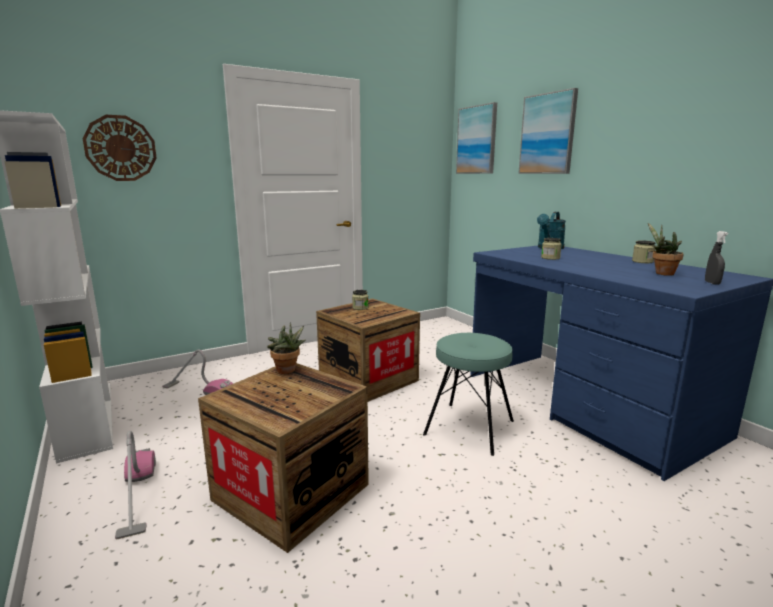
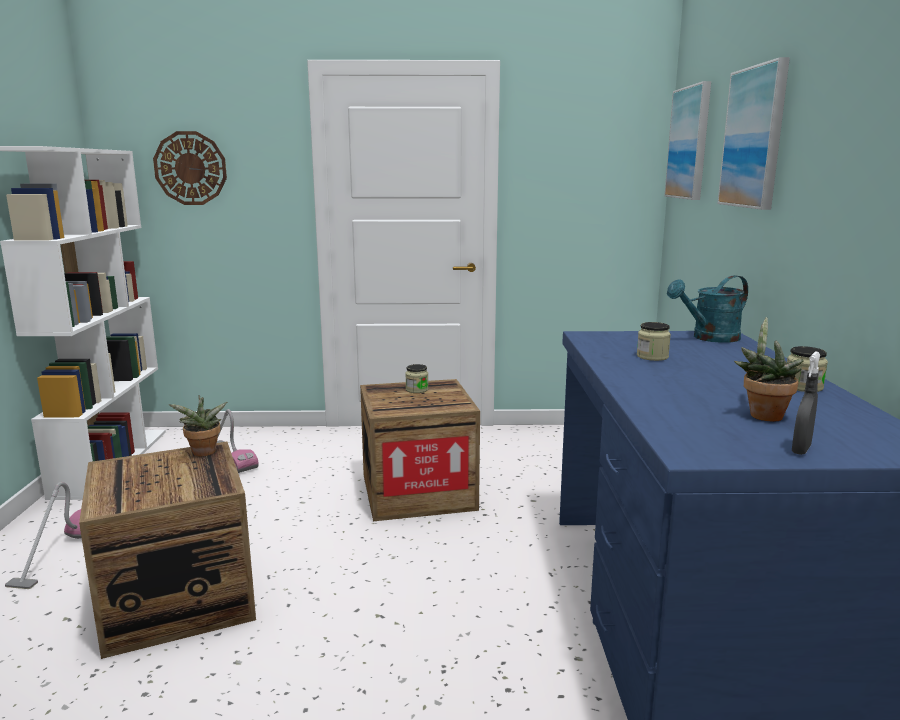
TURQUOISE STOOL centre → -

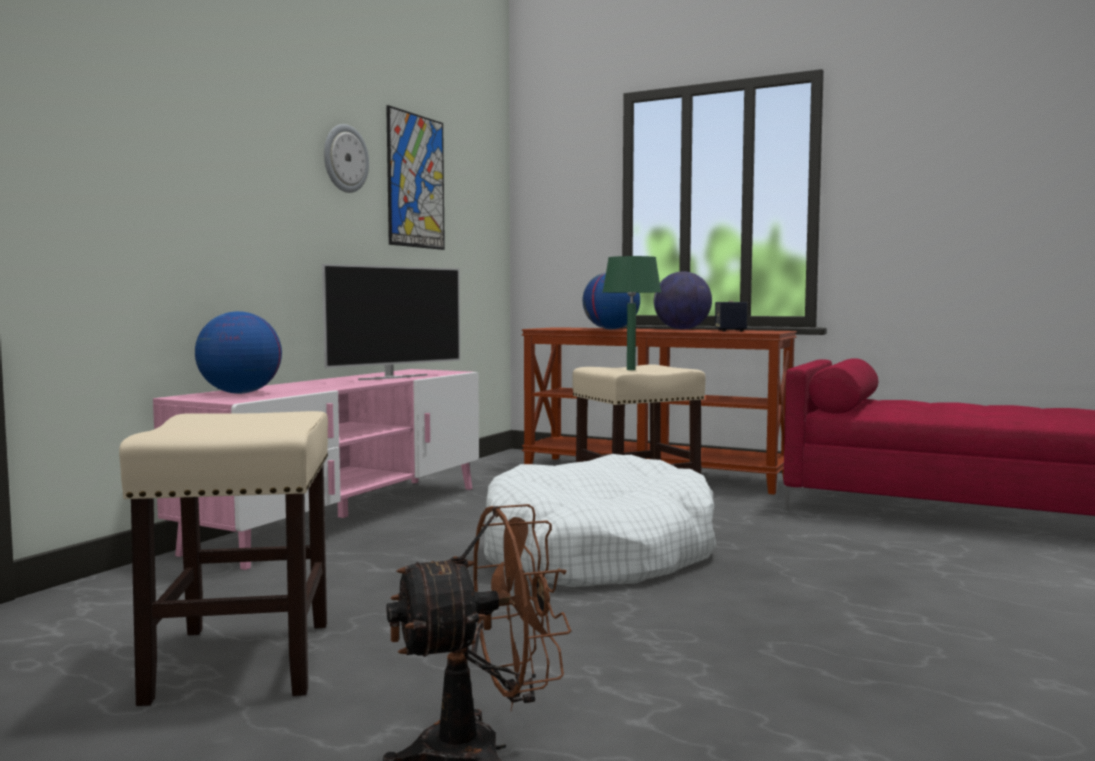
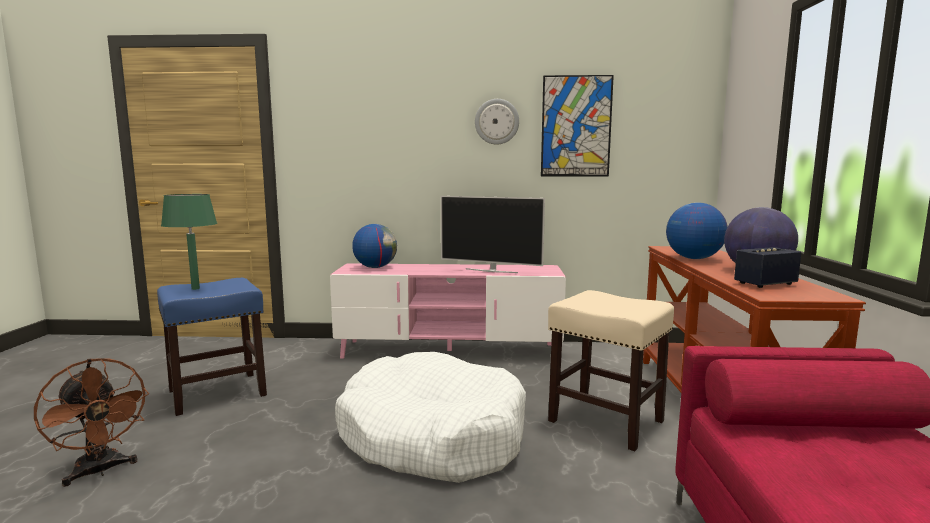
BEIGE STOOL (no. 1 from left) bottom left → BLUE STOOL middle left
GREEN TABLE LAMP centre → GREEN TABLE LAMP middle left, relocated

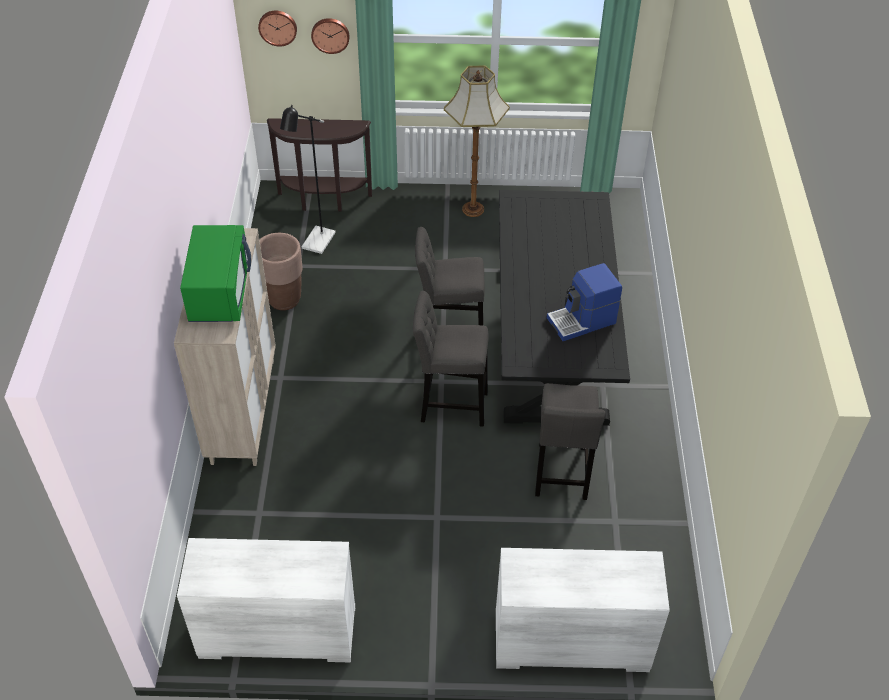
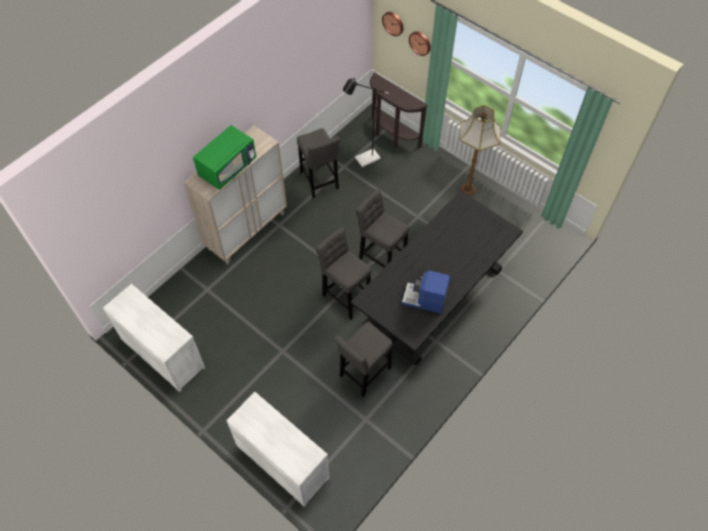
BROWN PLANTER middle left → GREY STOOL (no. 1 from left) top centre

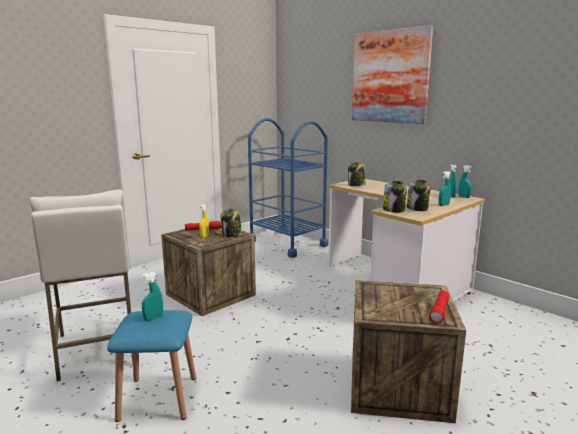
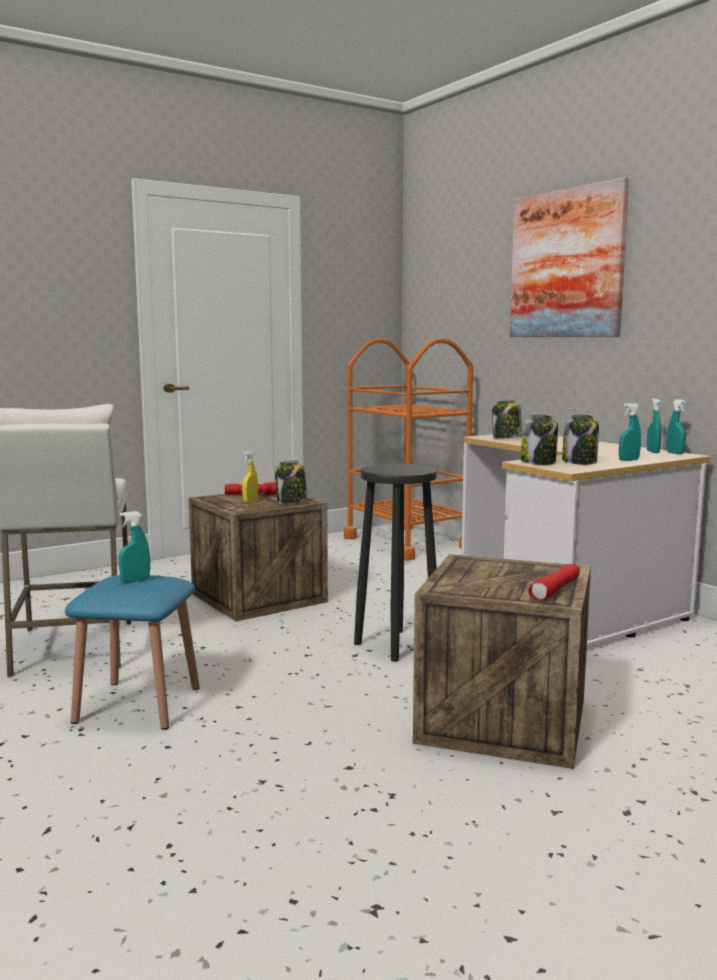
BLUE CART centre → ORANGE CART centre
- → BLACK STOOL centre

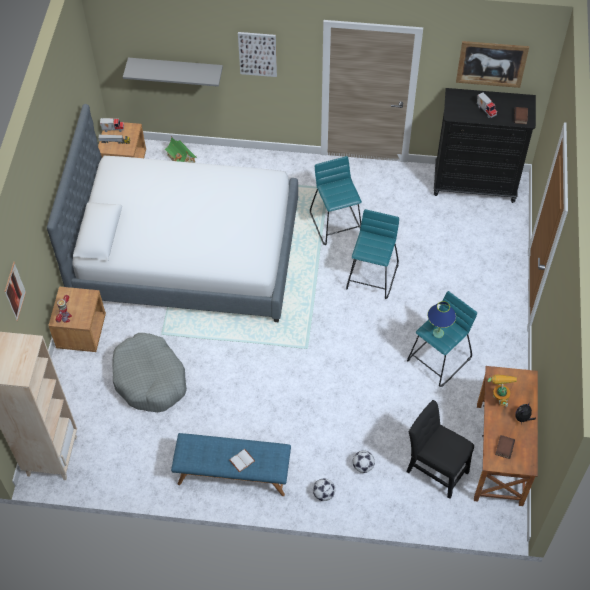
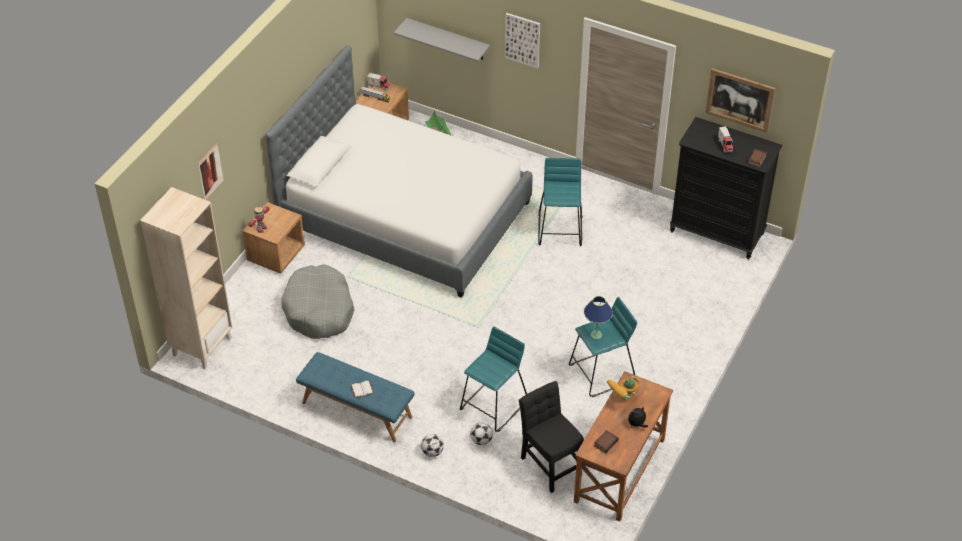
TURQUOISE STOOL (no. 2 from left in the first image) centre → TURQUOISE STOOL (no. 1 from left) bottom centre, relocated
TOY ROBOT (no. 2 from left) middle right → TOY ROBOT (no. 2 from left) bottom centre, 150 degrees counterclockwise

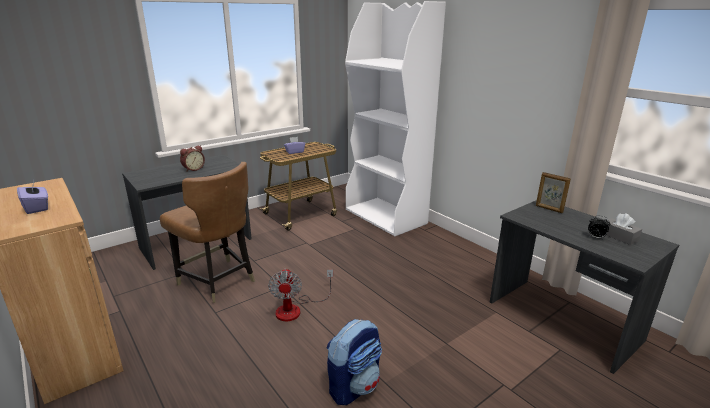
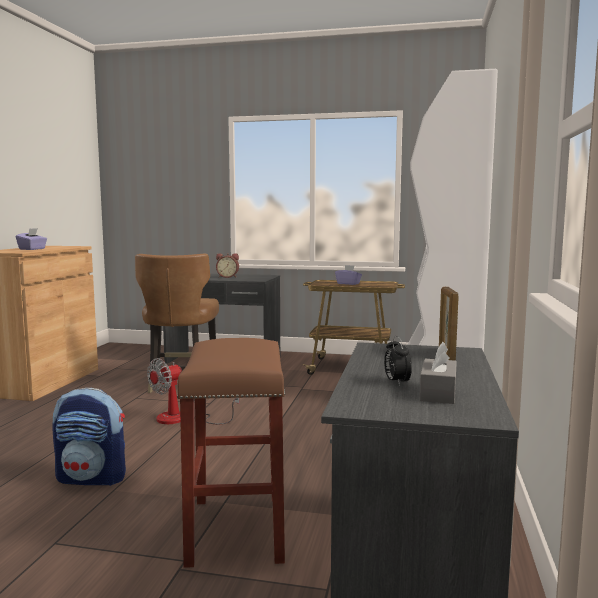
- → BROWN STOOL bottom centre

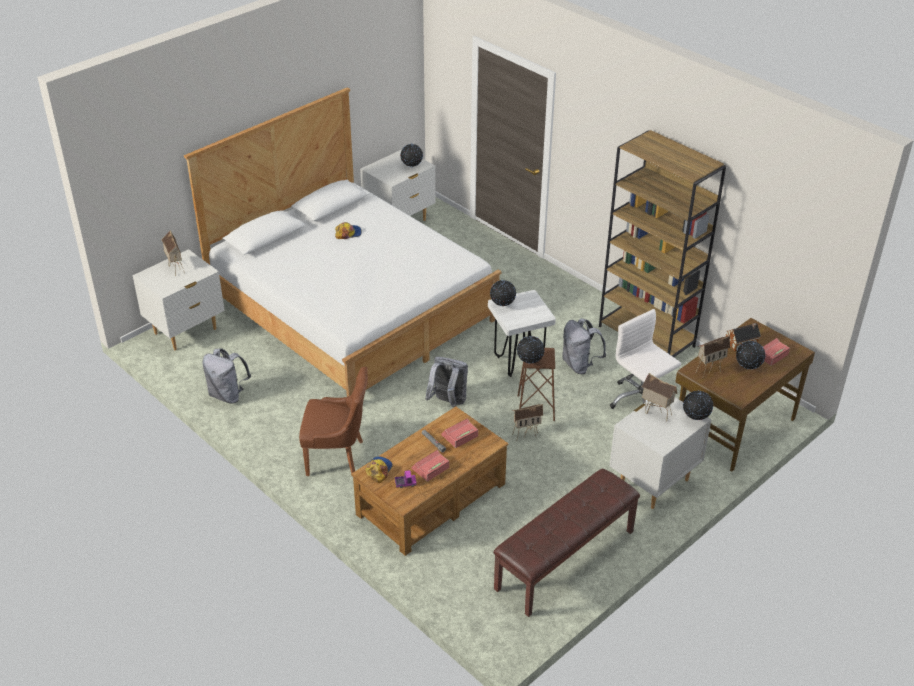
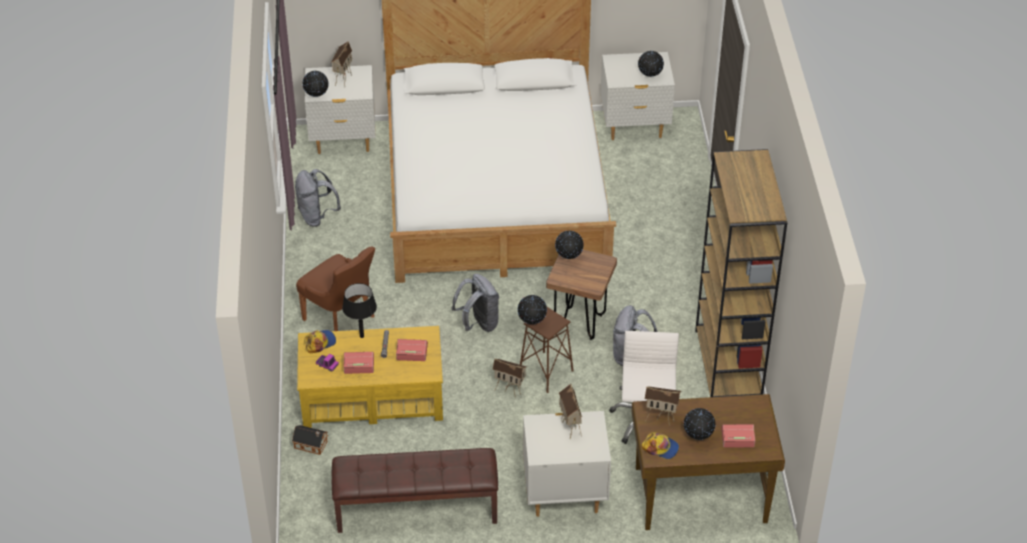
CAP (no. 1 from left in the first image) centre → CAP (no. 2 from left) bottom centre, relocated
BROWN COFFEE TABLE bottom centre → YELLOW COFFEE TABLE bottom centre
WHITE STOOL centre → BROWN STOOL (no. 2 from left) centre
GLOBE (no. 4 from left in the first image) middle right → GLOBE (no. 1 from left) top left, relocated
TOY HOUSE (no. 5 from left in the first image) middle right → TOY HOUSE (no. 1 from left) bottom left, relocated
- → BLACK TABLE LAMP centre

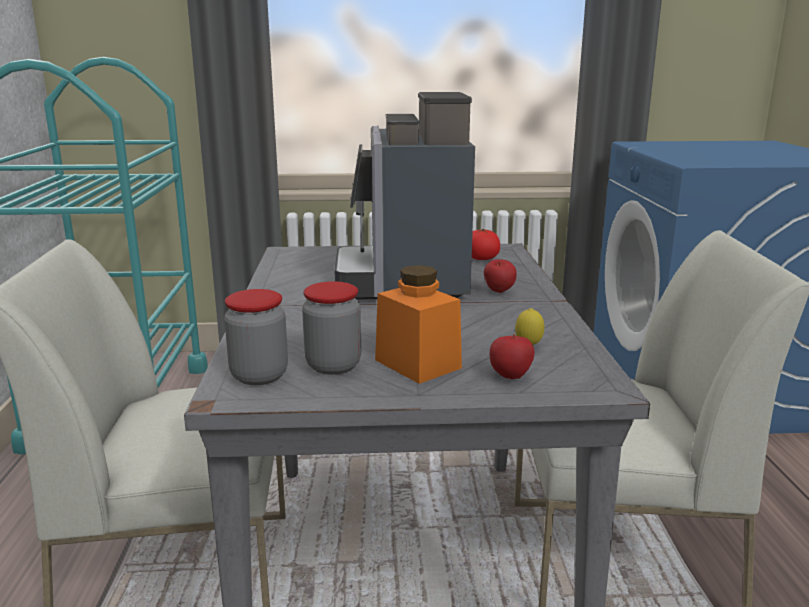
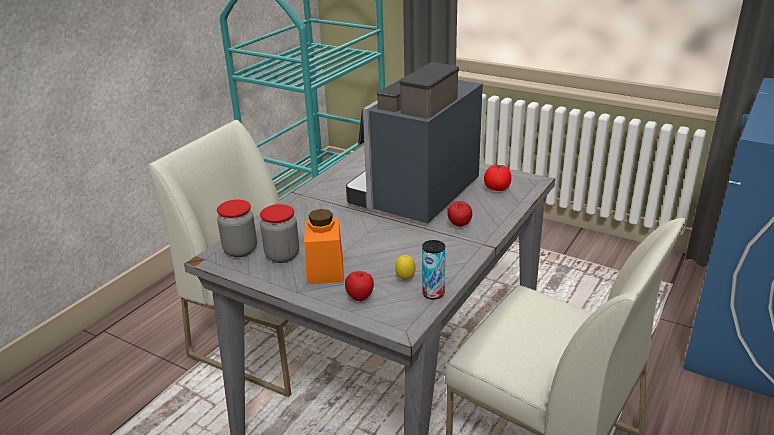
- → CAN centre

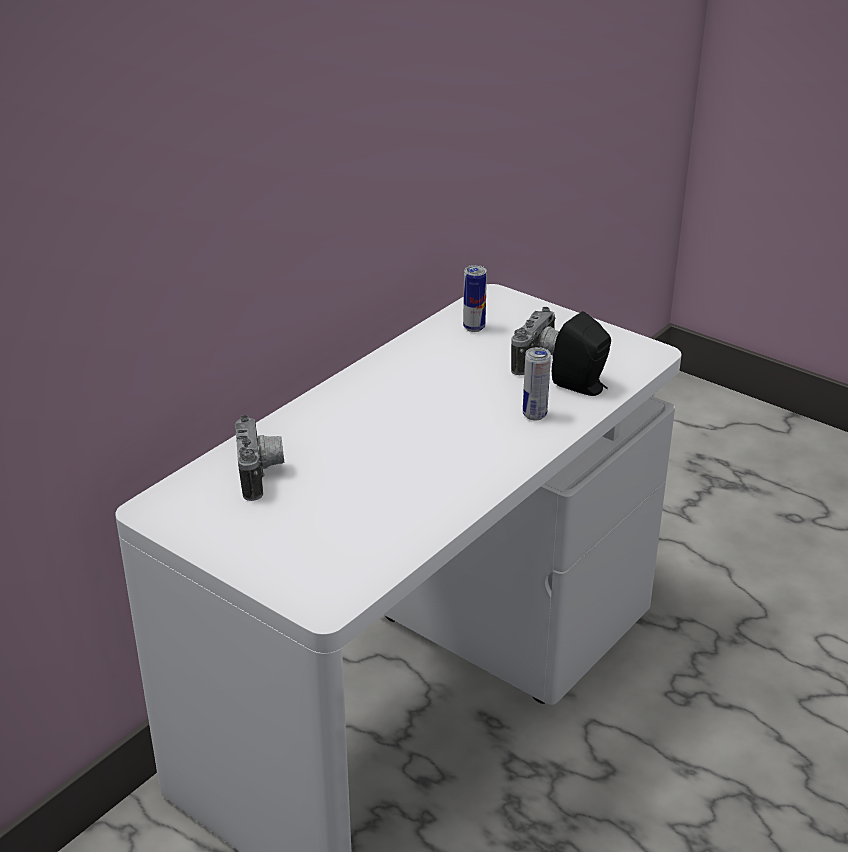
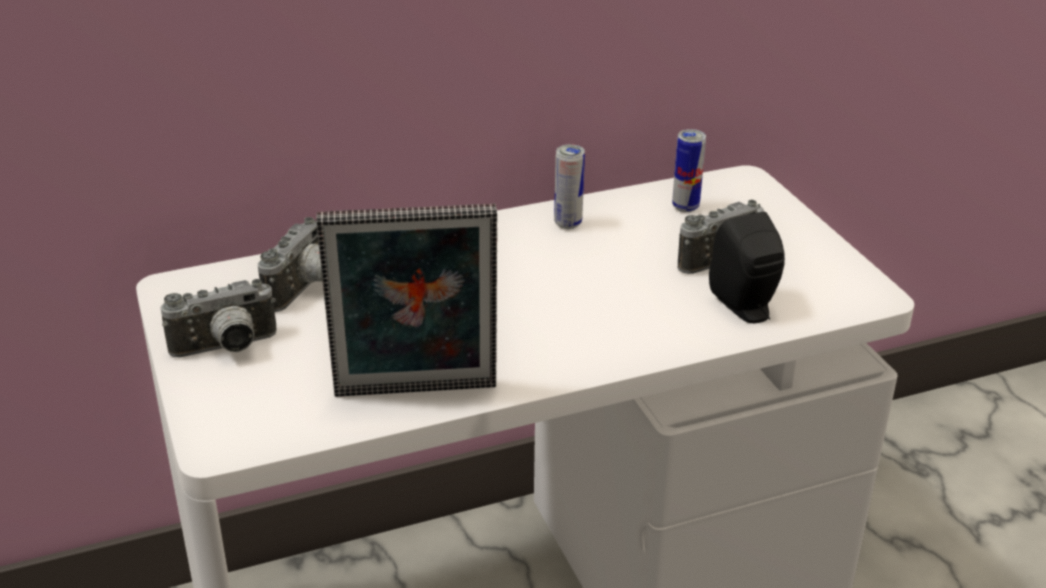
CAN (no. 2 from left in the first image) centre → CAN (no. 1 from left) top centre, relocated
- → PHOTO CAMERA (no. 1 from left) middle left
- → PICTURE FRAME centre

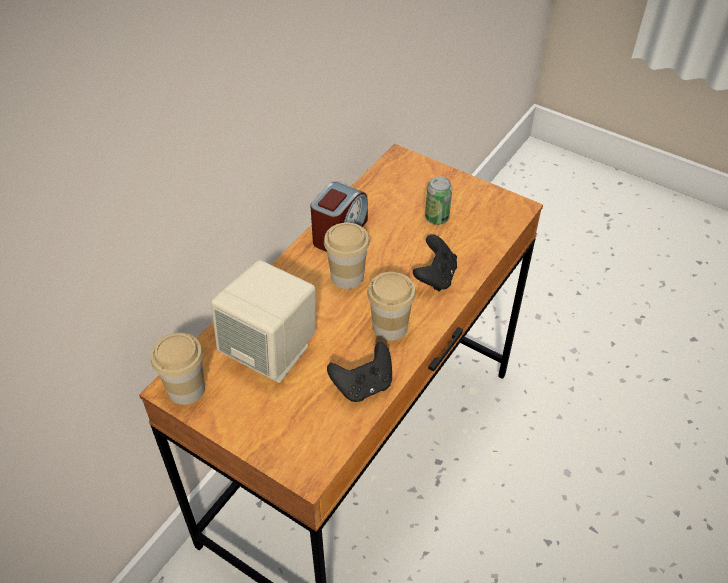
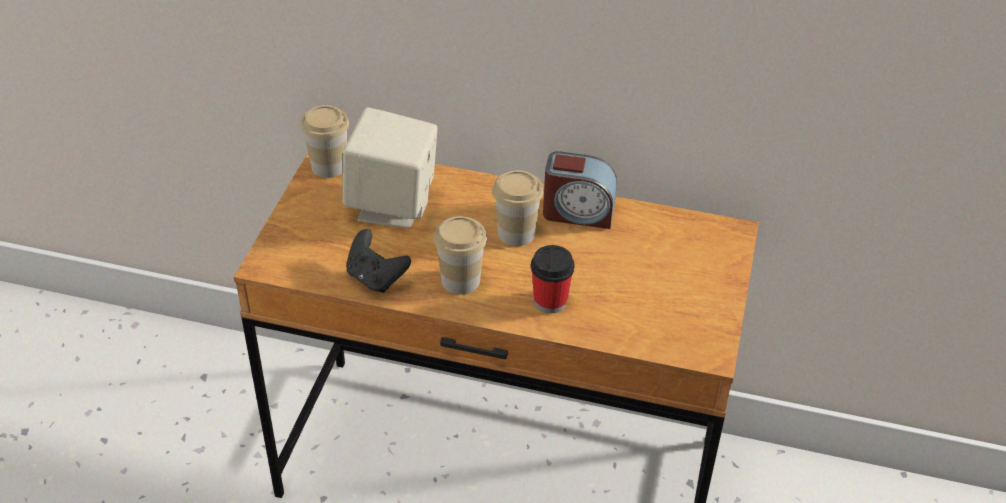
BLACK GAME CONTROLLER (no. 2 from left) centre → CUP (no. 4 from left) centre
CAN centre → -

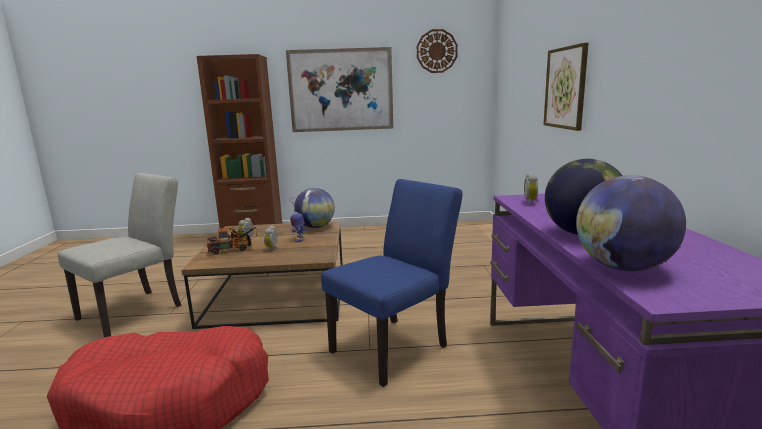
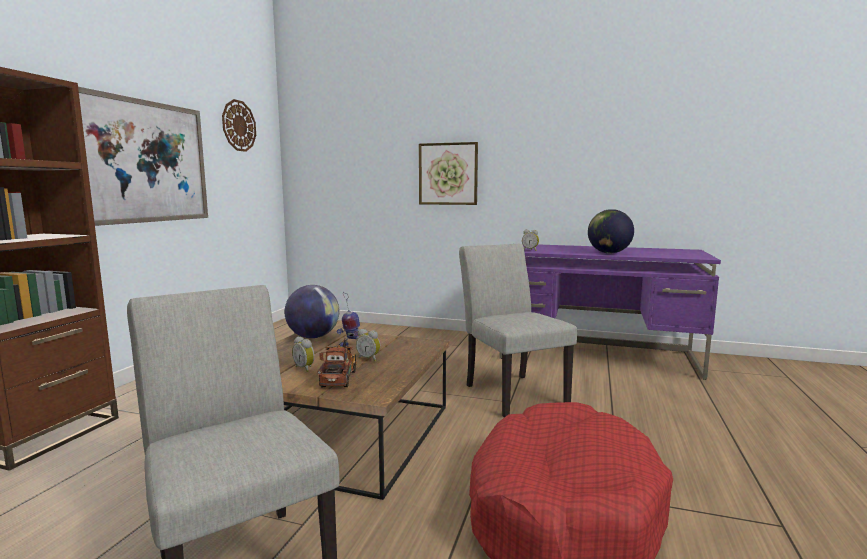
BLUE CHAIR centre → GREY CHAIR (no. 2 from left) centre
GLOBE (no. 3 from left) middle right → -

